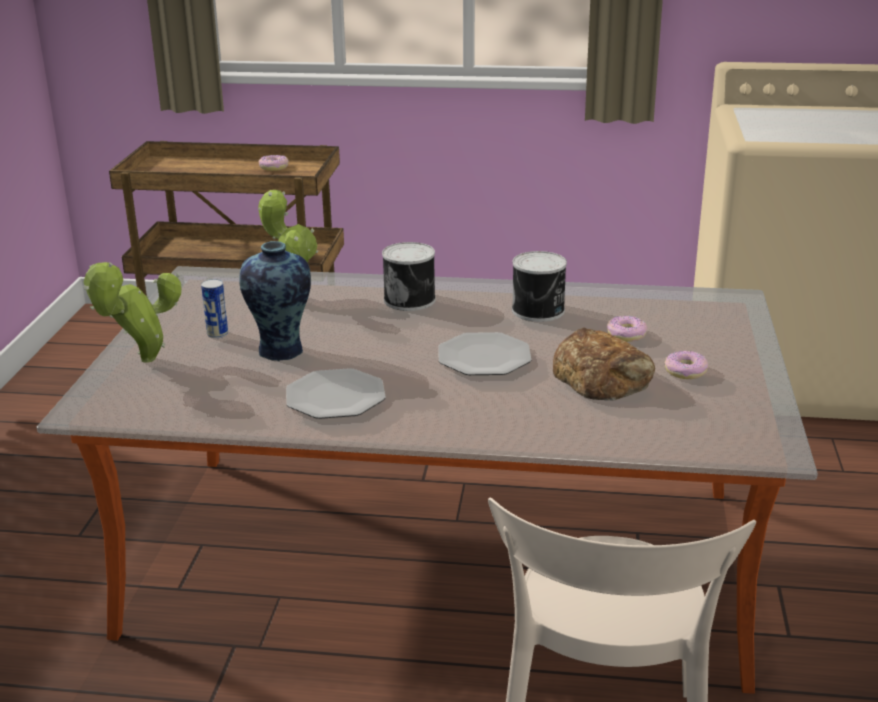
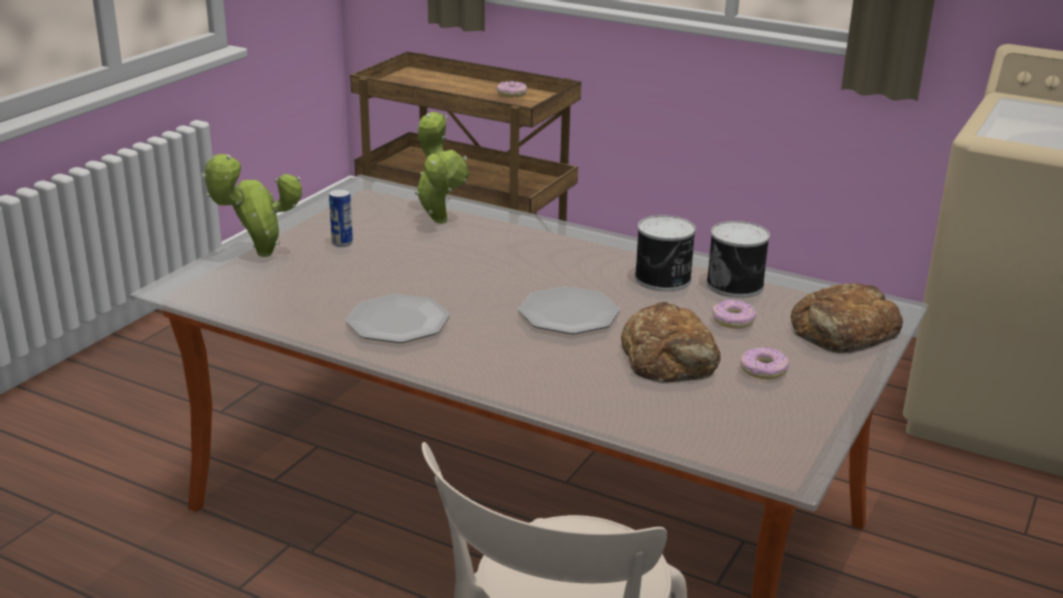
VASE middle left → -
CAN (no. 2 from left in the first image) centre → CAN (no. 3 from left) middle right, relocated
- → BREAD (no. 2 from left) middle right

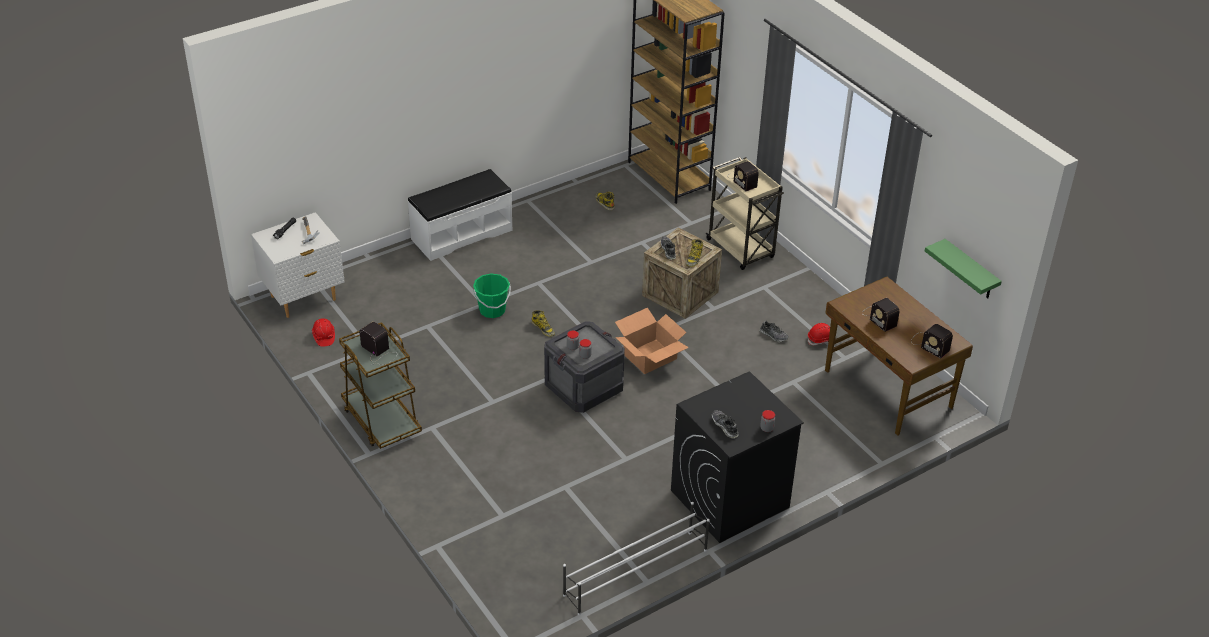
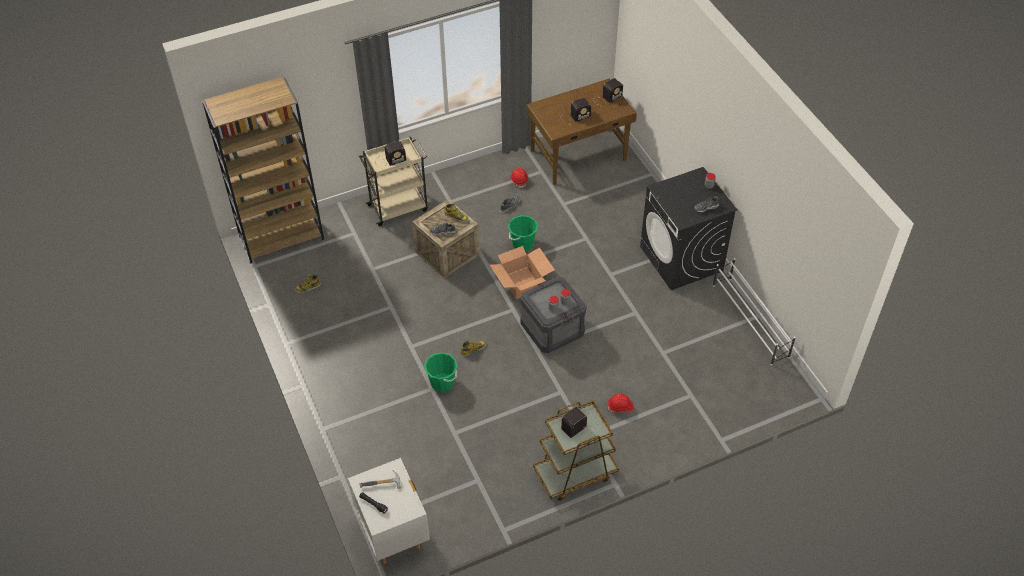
RED HARD HAT (no. 1 from left in the first image) middle left → RED HARD HAT (no. 2 from left) bottom centre, relocated
WHITE BENCH centre → -
GREEN SHELF middle right → -
- → GREEN BUCKET (no. 2 from left) centre

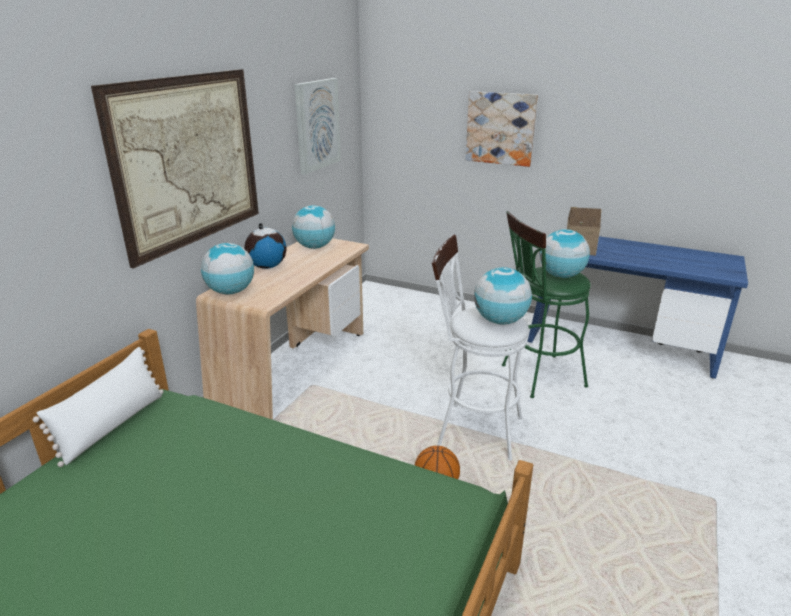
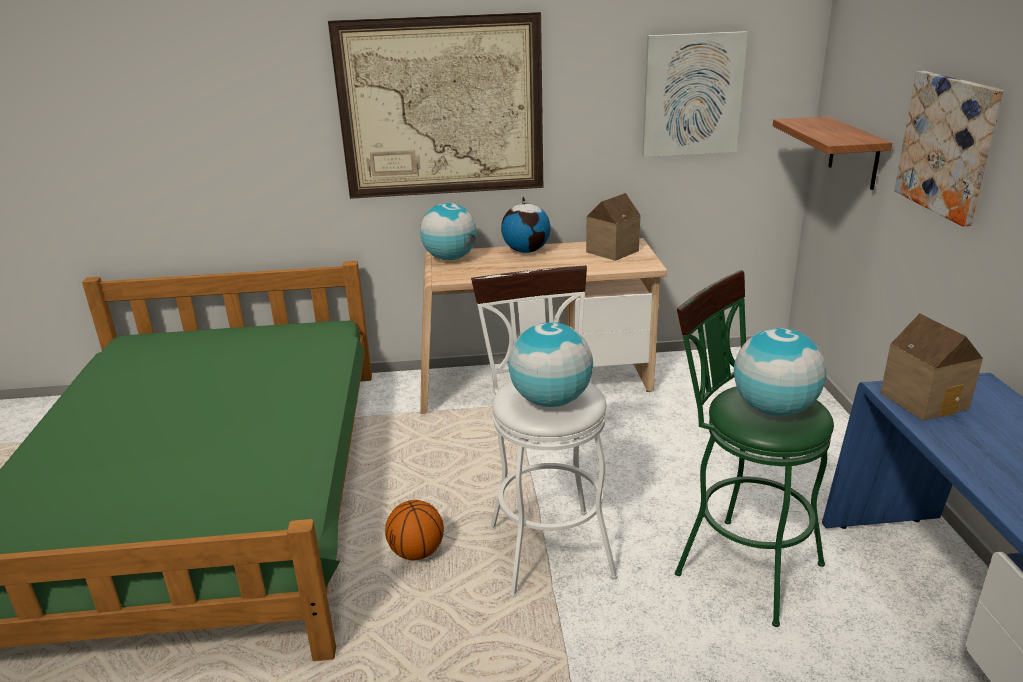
WHITE PILLOW middle left → -
GLOBE (no. 3 from left) centre → TOY HOUSE (no. 1 from left) top centre
- → SHELF top right

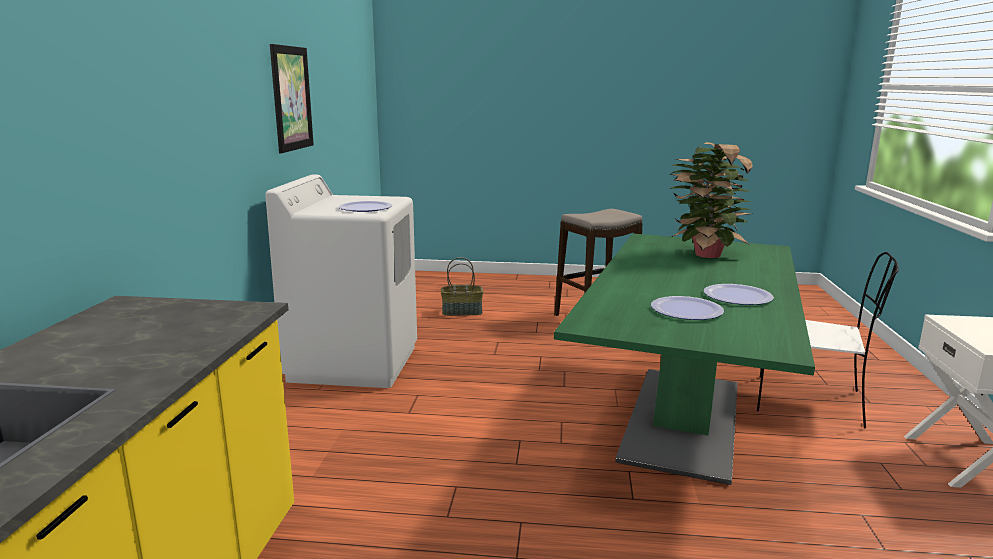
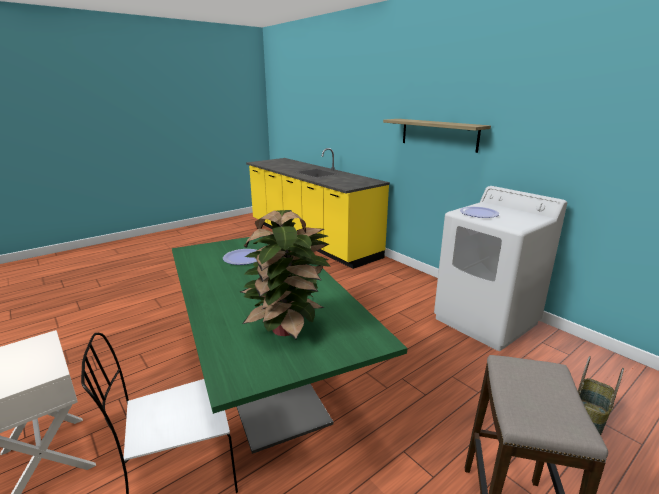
PICTURE top left → -
PLATE (no. 3 from left) middle right → -
- → SHELF top centre

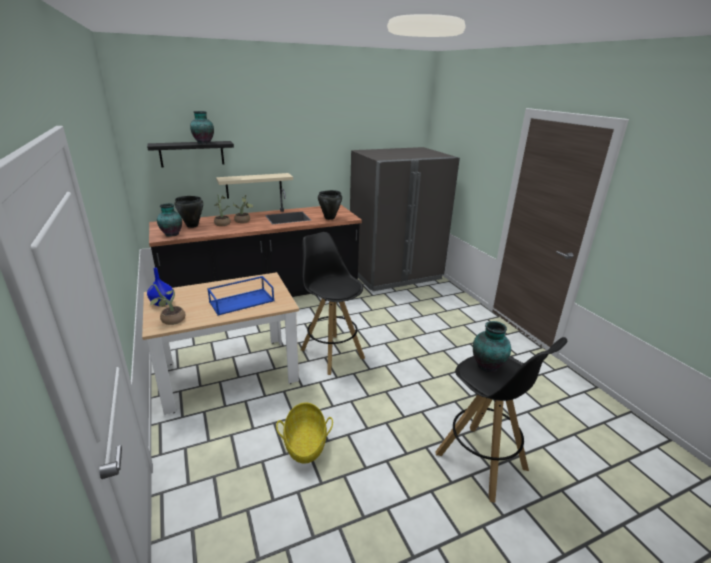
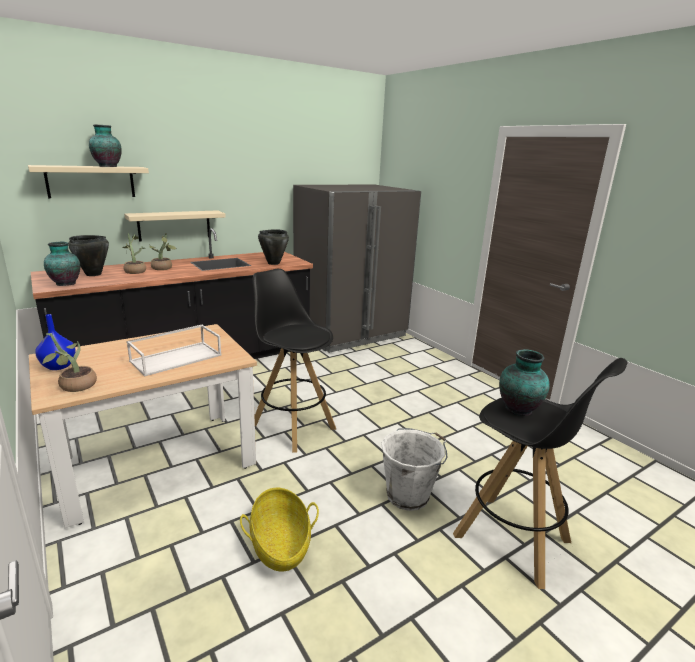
BLACK SHELF top left → BEIGE SHELF (no. 1 from left) top left
BLUE TRAY centre → WHITE TRAY middle left
- → WHITE BUCKET bottom centre

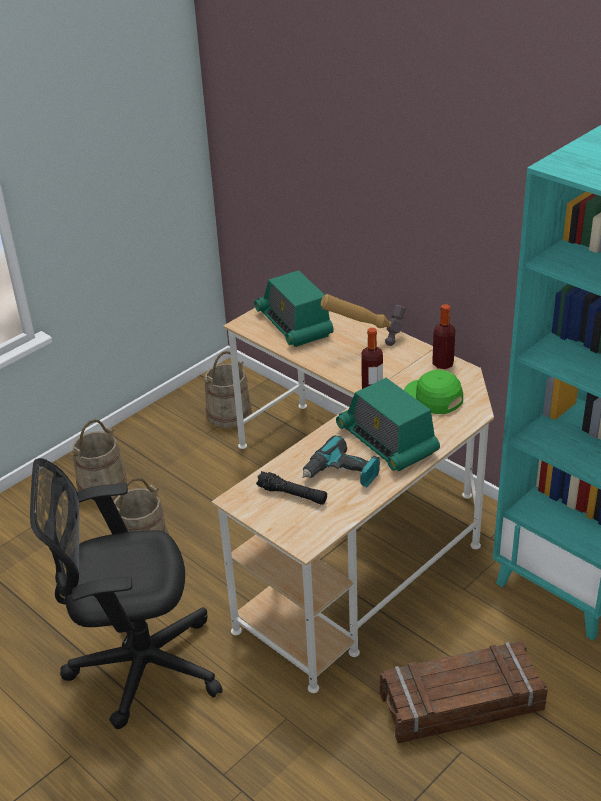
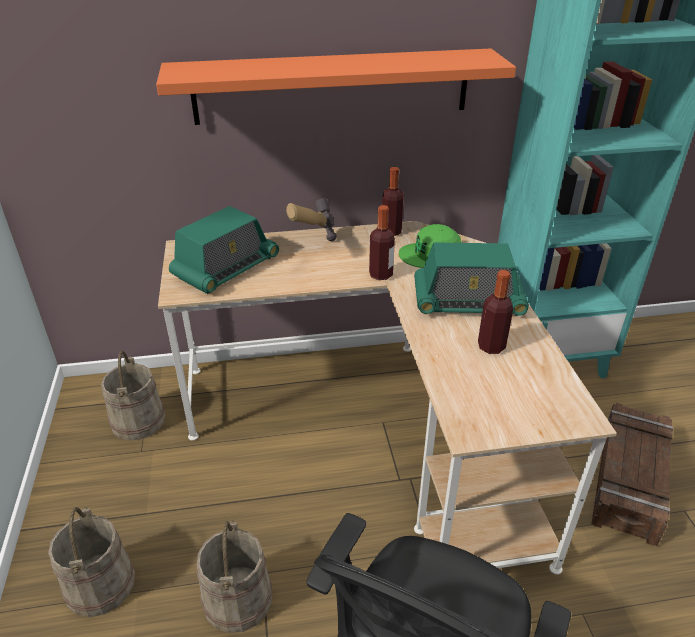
RADIO (no. 1 from left) centre → RADIO (no. 1 from left) middle left, 60 degrees counterclockwise
BLACK FLASHLIGHT centre → -
POWER DRILL centre → BOTTLE (no. 3 from left) middle right
- → ORANGE SHELF top centre

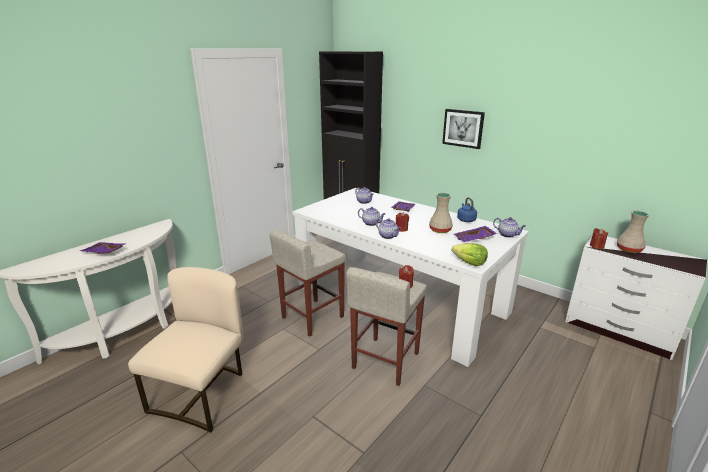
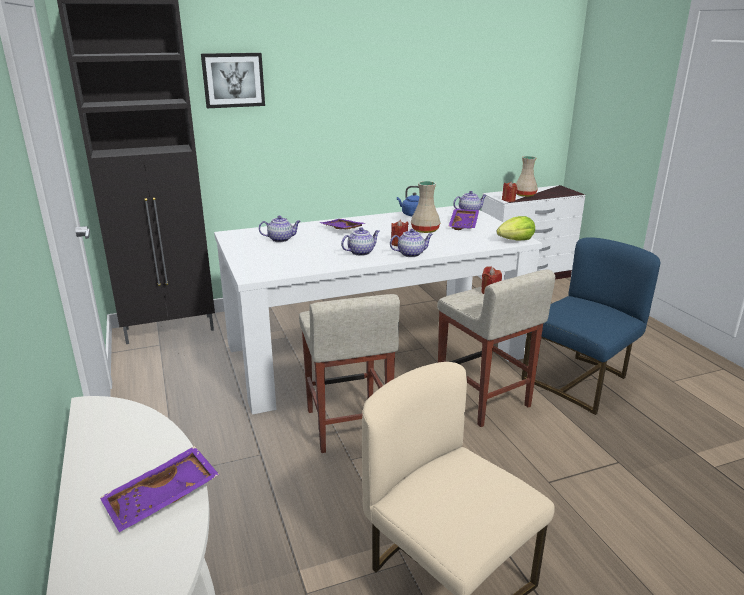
PICTURE top centre → PICTURE top left, relocated
- → BLUE CHAIR middle right

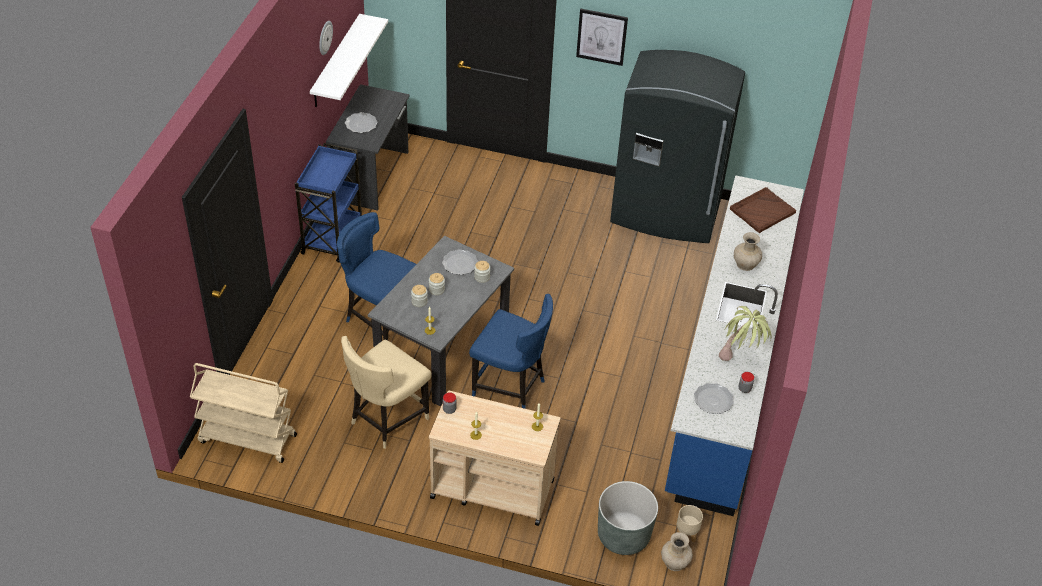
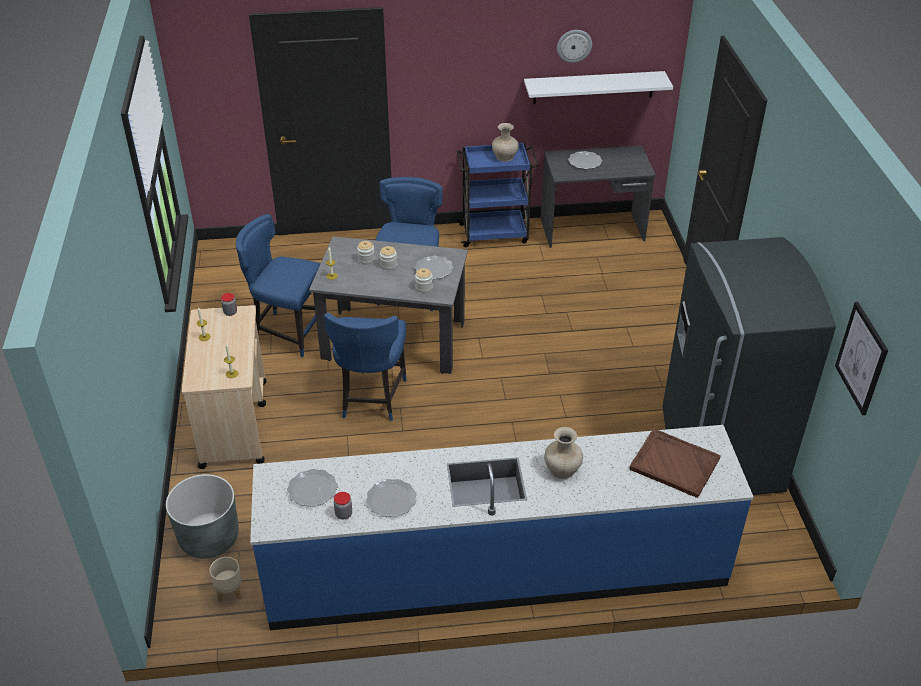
BEIGE CART (no. 1 from left) bottom left → -
BEIGE CHAIR bottom centre → BLUE CHAIR (no. 1 from left) middle left
PICTURE top centre → PICTURE middle right, relocated
BEIGE VASE (no. 1 from left) bottom centre → BEIGE VASE (no. 1 from left) top centre, relocated
POTTED PLANT middle right → PLATE (no. 2 from left) bottom centre

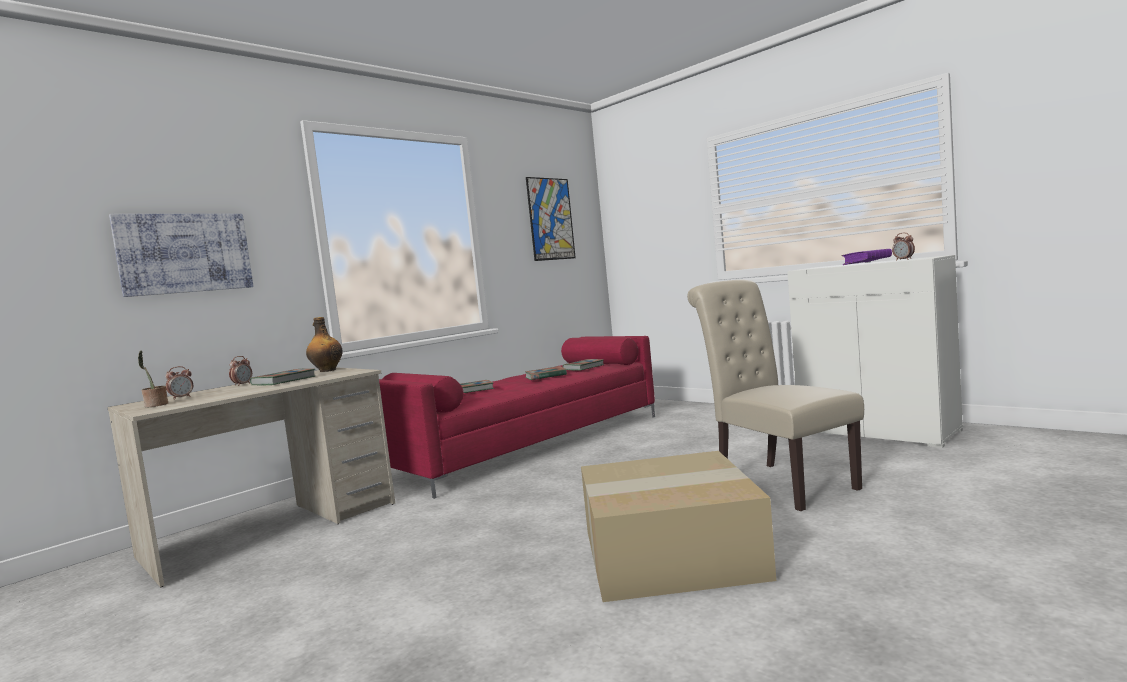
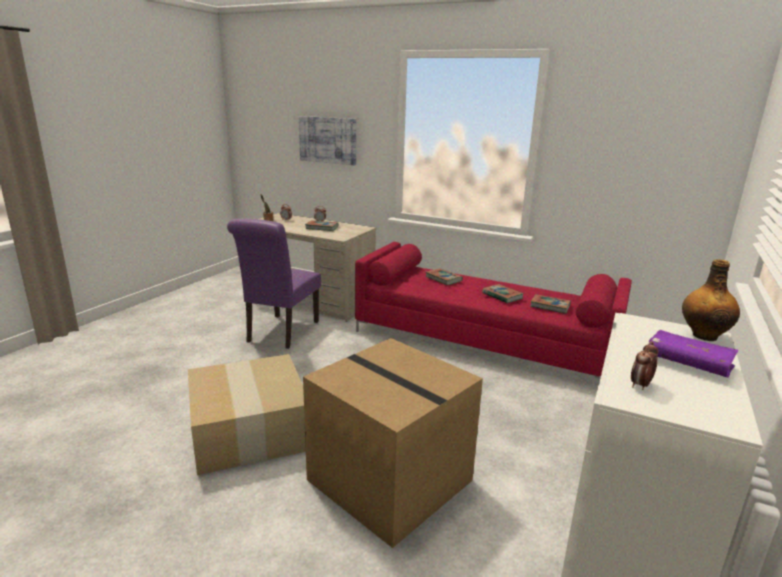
BOTTLE middle left → BOTTLE middle right, relocated
PICTURE (no. 2 from left) top centre → -
BEIGE CHAIR middle right → CARDBOARD BOX (no. 2 from left) bottom centre
- → PURPLE CHAIR centre

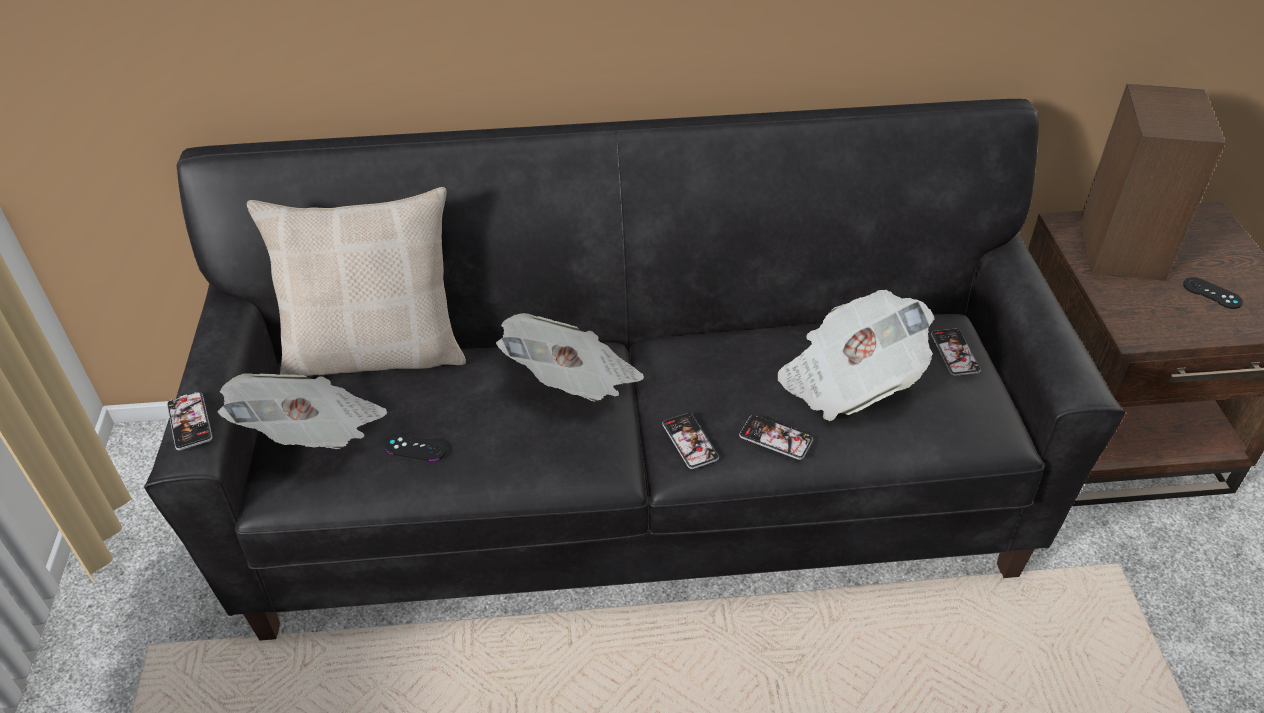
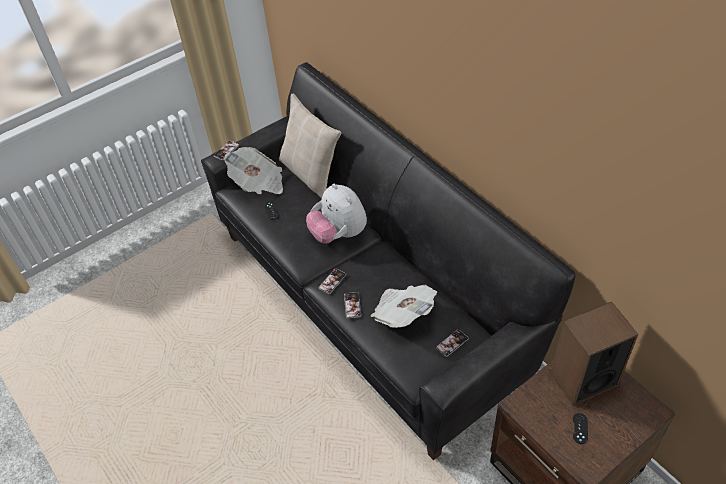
NEWSPAPER (no. 2 from left) centre → PLUSH TOY centre

